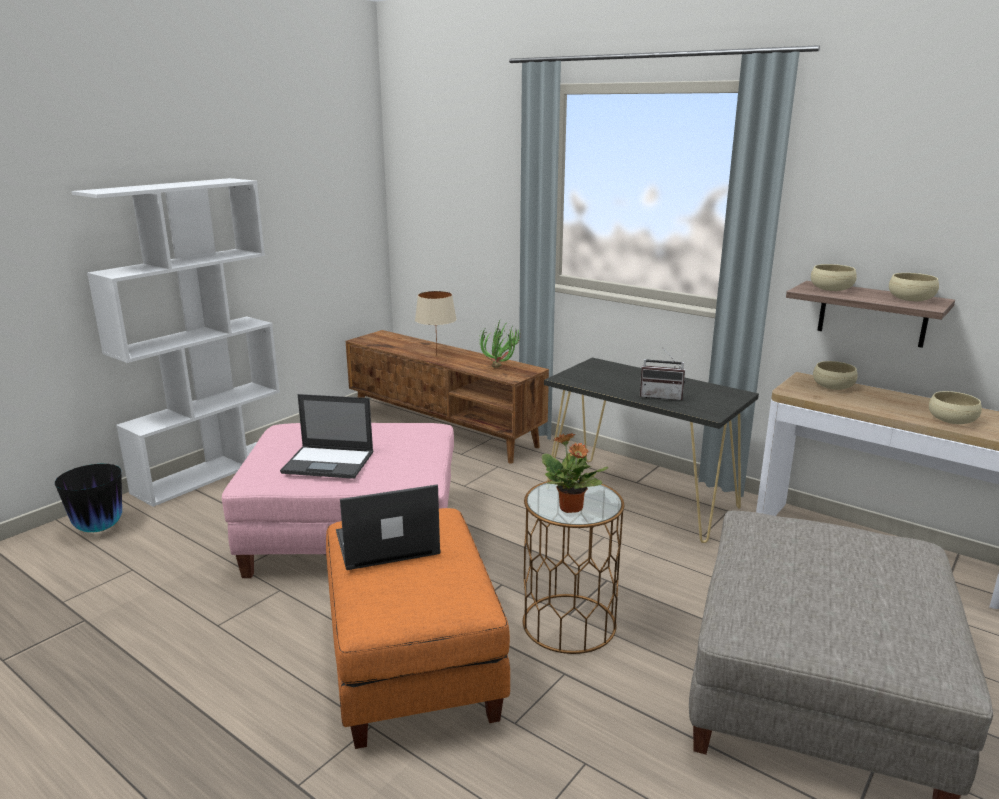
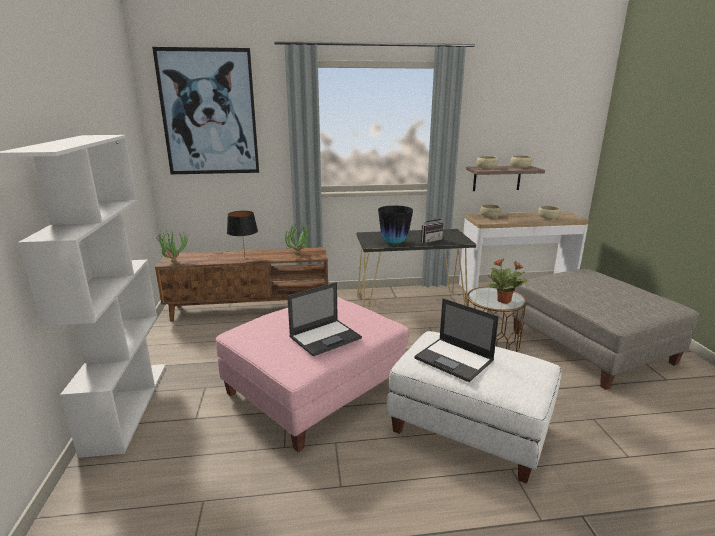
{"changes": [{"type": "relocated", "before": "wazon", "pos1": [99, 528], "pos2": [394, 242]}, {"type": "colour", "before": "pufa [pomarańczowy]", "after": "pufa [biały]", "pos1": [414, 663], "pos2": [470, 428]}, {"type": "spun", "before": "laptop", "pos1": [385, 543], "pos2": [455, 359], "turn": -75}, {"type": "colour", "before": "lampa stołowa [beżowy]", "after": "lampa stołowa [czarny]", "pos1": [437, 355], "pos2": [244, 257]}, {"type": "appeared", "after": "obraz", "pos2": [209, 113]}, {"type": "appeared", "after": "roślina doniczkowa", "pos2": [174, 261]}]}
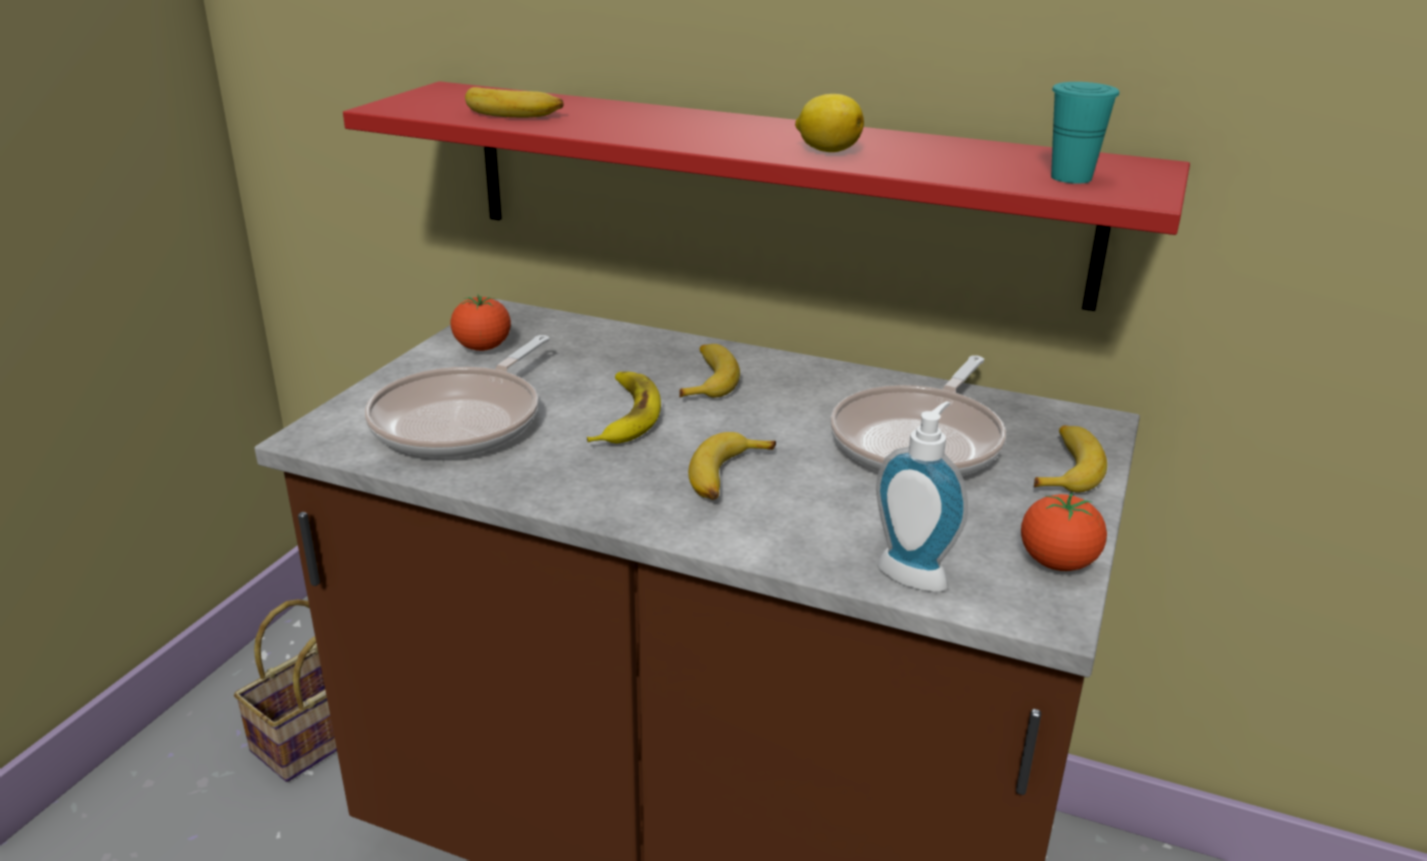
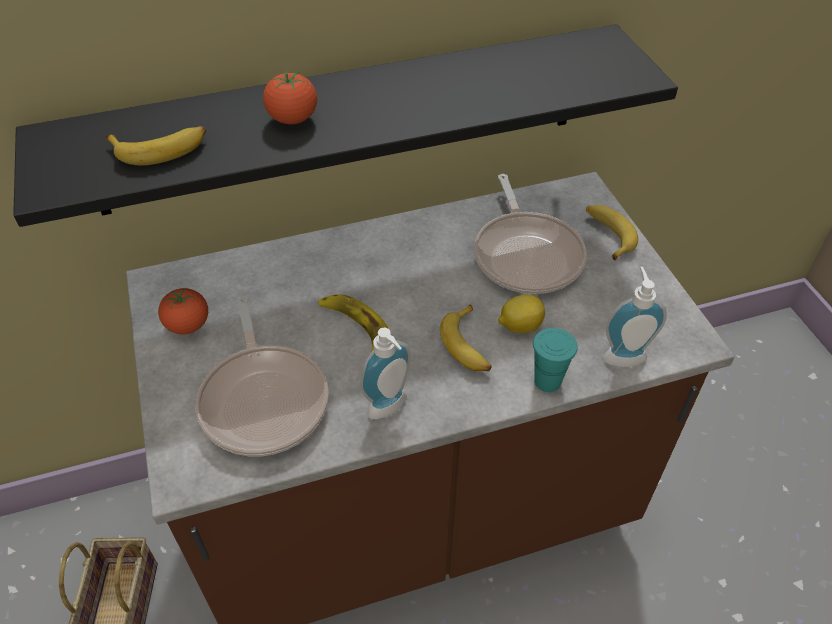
{"changes": [{"type": "colour", "before": "półka [czerwony]", "after": "półka [czarny]", "pos1": [768, 190], "pos2": [344, 120]}, {"type": "missing", "before": "banan", "pos1": [707, 380]}, {"type": "relocated", "before": "cytryna", "pos1": [827, 150], "pos2": [519, 326]}, {"type": "relocated", "before": "pomidor", "pos1": [1057, 563], "pos2": [293, 119]}, {"type": "relocated", "before": "filiżanka [turkusowy]", "pos1": [1071, 177], "pos2": [547, 381]}, {"type": "appeared", "after": "dozownik mydła", "pos2": [391, 409]}]}
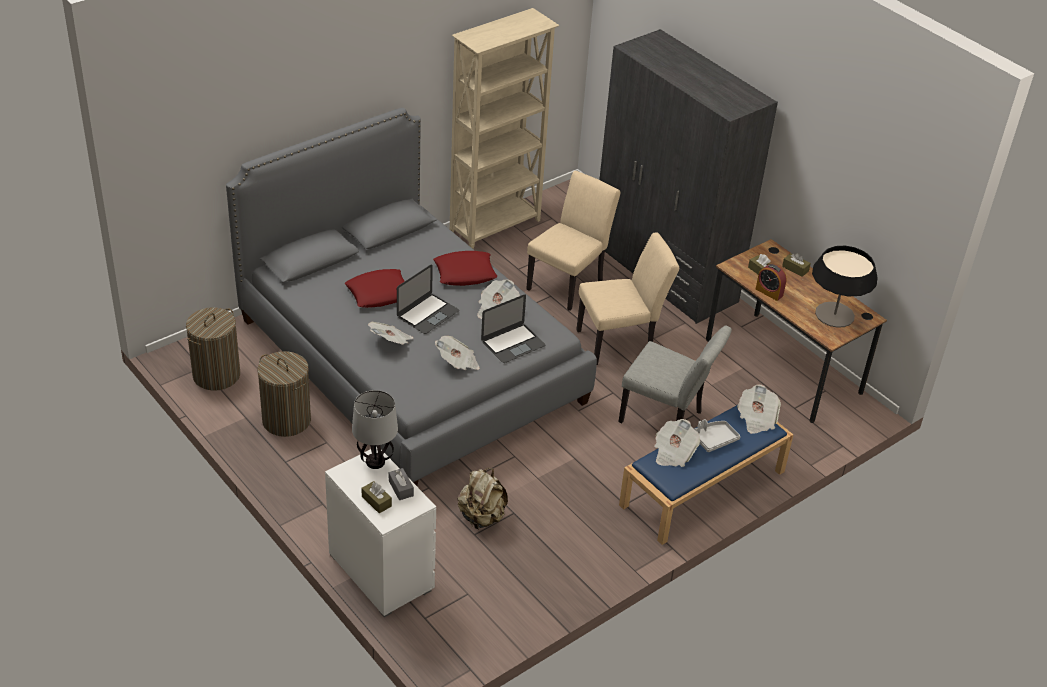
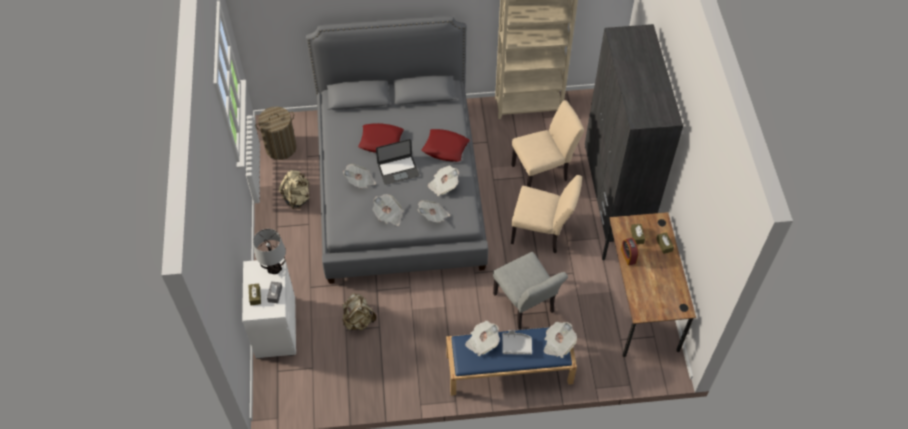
{"changes": [{"type": "exchanged", "before": "kosz na pranie", "after": "plecak [beżowy]", "pos1": [286, 420], "pos2": [297, 198]}, {"type": "exchanged", "before": "laptop", "after": "gazeta", "pos1": [513, 343], "pos2": [433, 216]}, {"type": "missing", "before": "lampa stołowa", "pos1": [834, 315]}]}
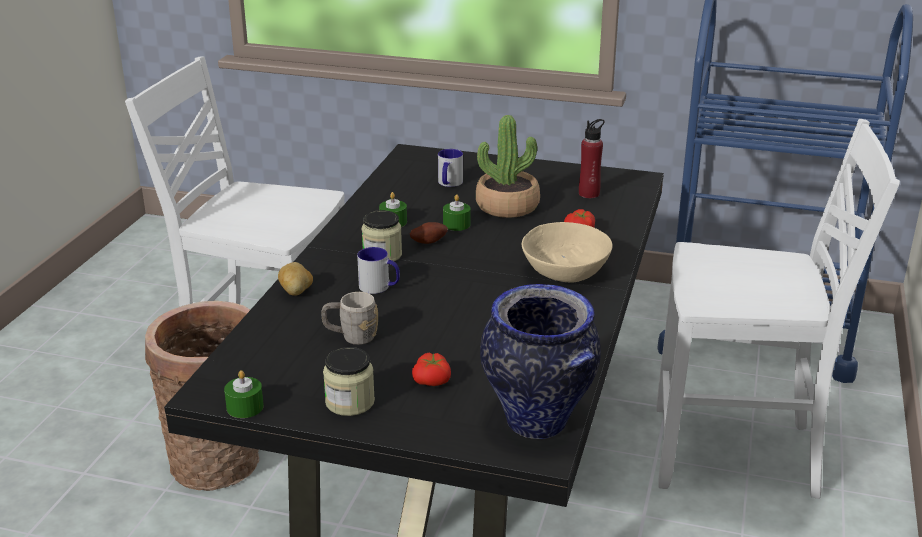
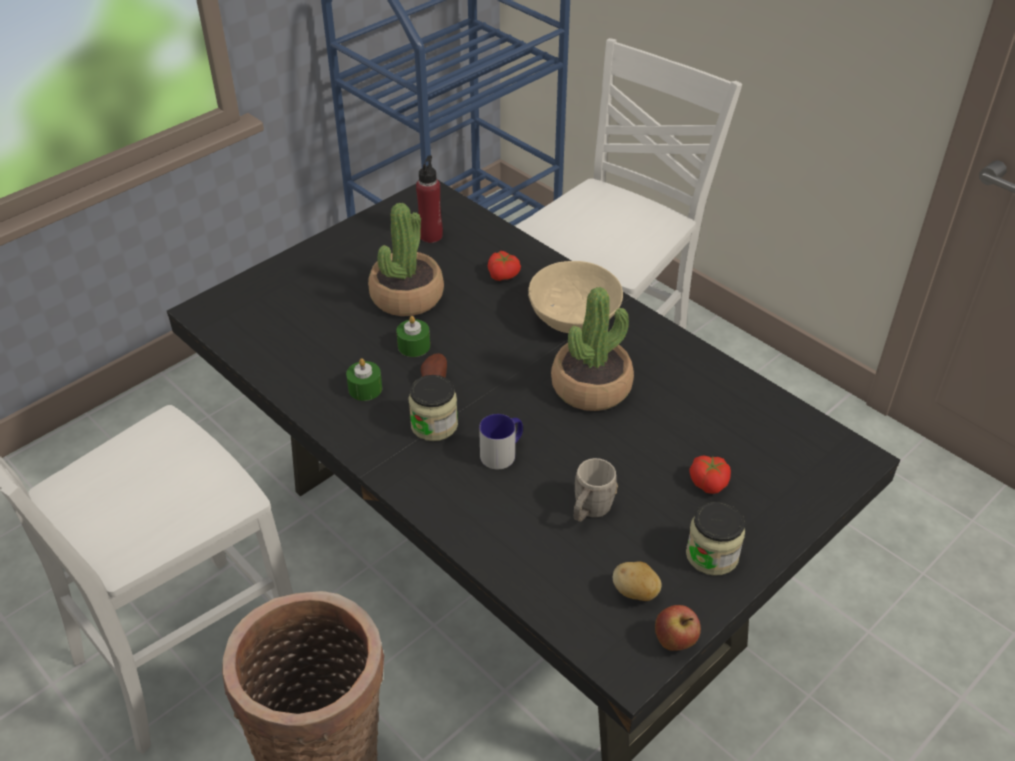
{"changes": [{"type": "exchanged", "before": "świeca [zielony]", "after": "jabłko", "pos1": [245, 407], "pos2": [675, 642]}, {"type": "relocated", "before": "ziemniak", "pos1": [296, 292], "pos2": [635, 593]}, {"type": "missing", "before": "kubek", "pos1": [449, 184]}, {"type": "missing", "before": "wazon", "pos1": [538, 423]}, {"type": "appeared", "after": "roślina doniczkowa", "pos2": [591, 387]}]}
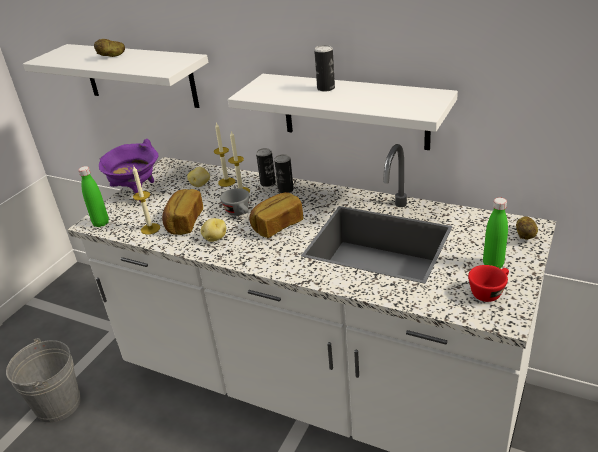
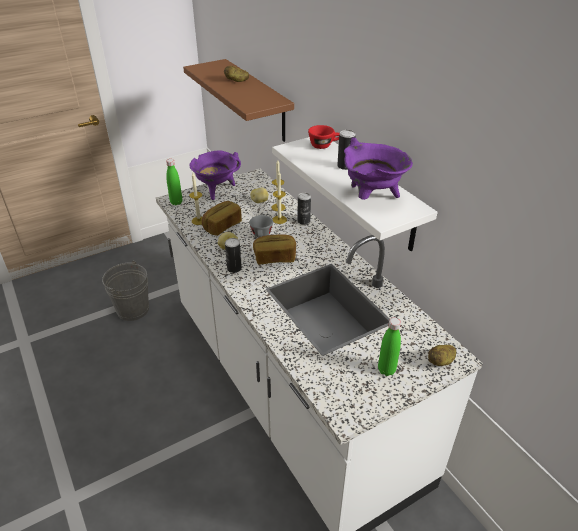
{"changes": [{"type": "colour", "before": "półka [biały]", "after": "półka [brązowy]", "pos1": [139, 75], "pos2": [257, 100]}, {"type": "relocated", "before": "puszka", "pos1": [285, 190], "pos2": [234, 268]}, {"type": "relocated", "before": "filiżanka [czerwony]", "pos1": [489, 292], "pos2": [324, 145]}, {"type": "appeared", "after": "garnek [fioletowy]", "pos2": [371, 198]}]}
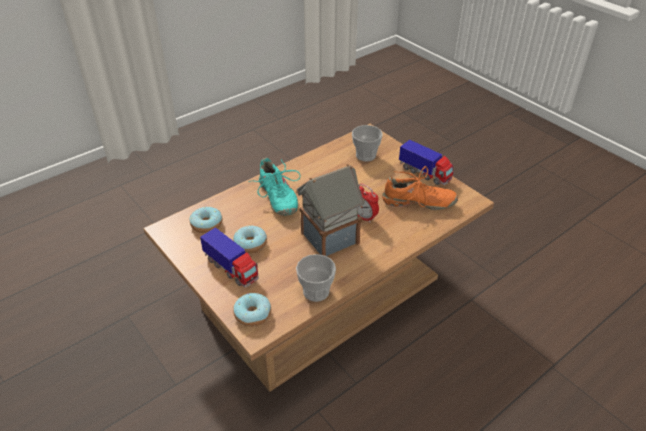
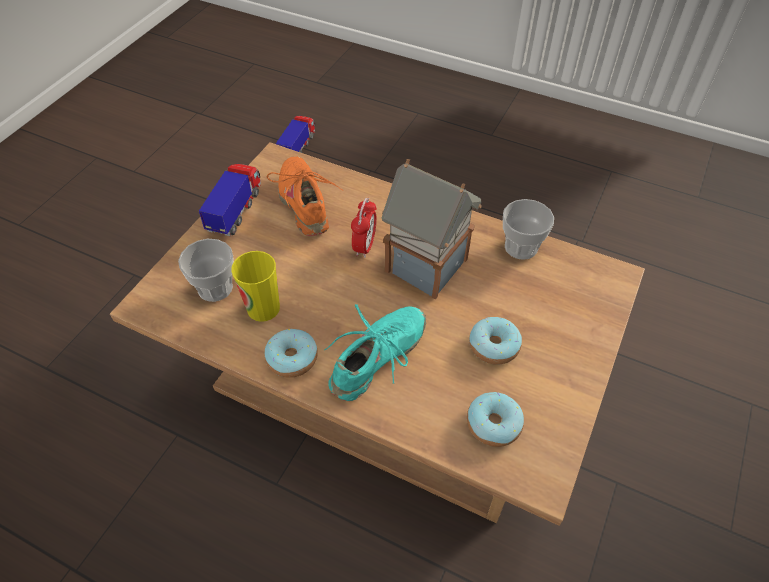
{"changes": [{"type": "relocated", "before": "ciężarówka zabawkowa", "pos1": [231, 269], "pos2": [298, 148]}, {"type": "relocated", "before": "donut", "pos1": [253, 314], "pos2": [292, 358]}, {"type": "appeared", "after": "filiżanka", "pos2": [263, 308]}]}
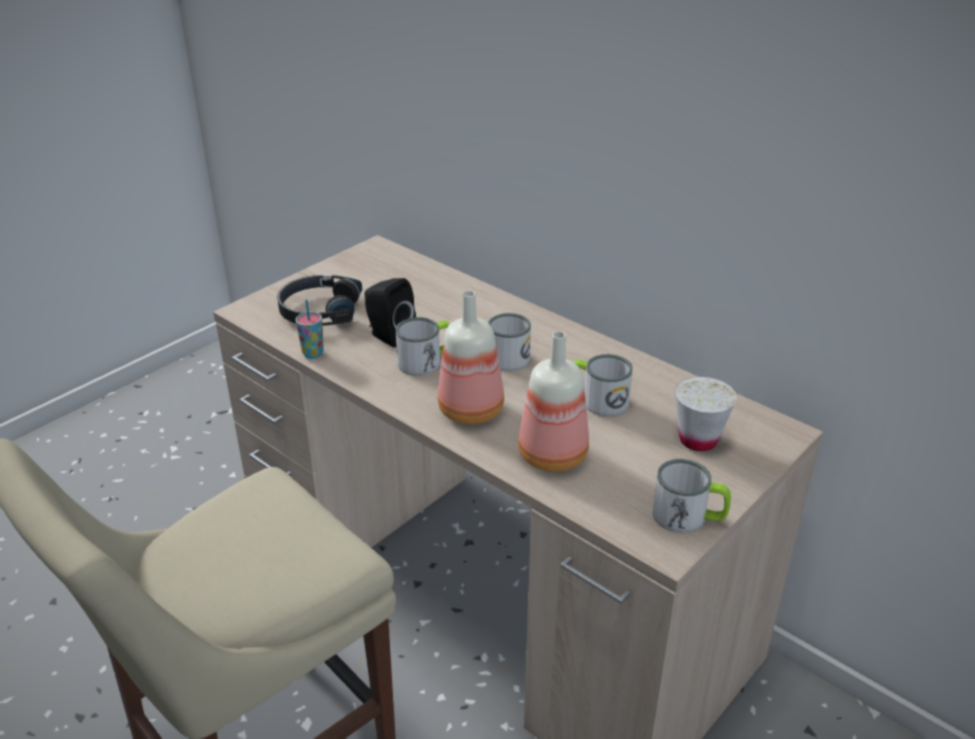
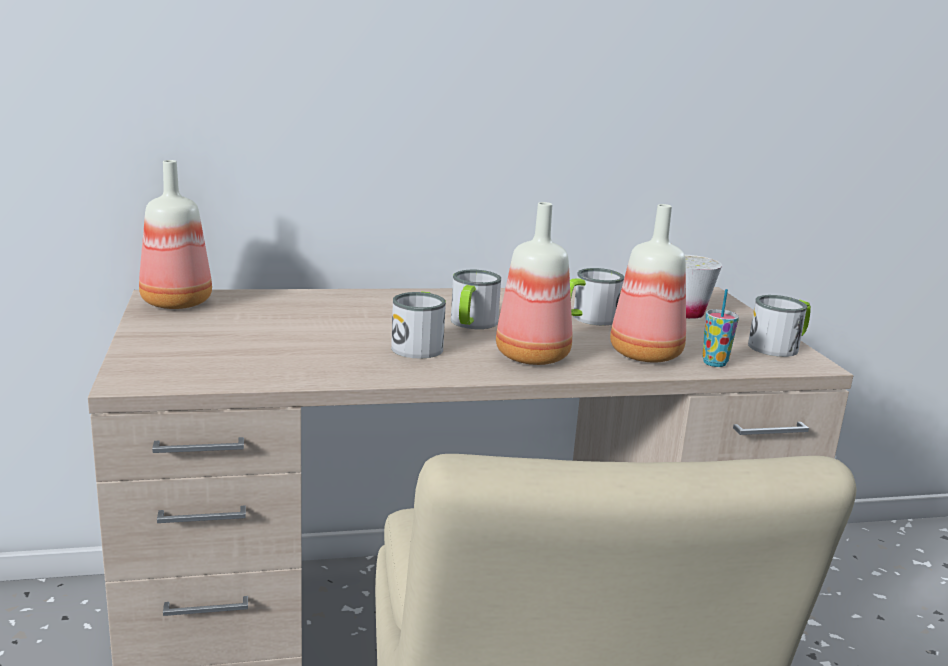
{"changes": [{"type": "missing", "before": "słuchawki [czarny]", "pos1": [319, 311]}, {"type": "relocated", "before": "filiżanka", "pos1": [313, 354], "pos2": [714, 363]}, {"type": "missing", "before": "głośnik [czarny]", "pos1": [388, 336]}, {"type": "appeared", "after": "butelka", "pos2": [174, 302]}]}
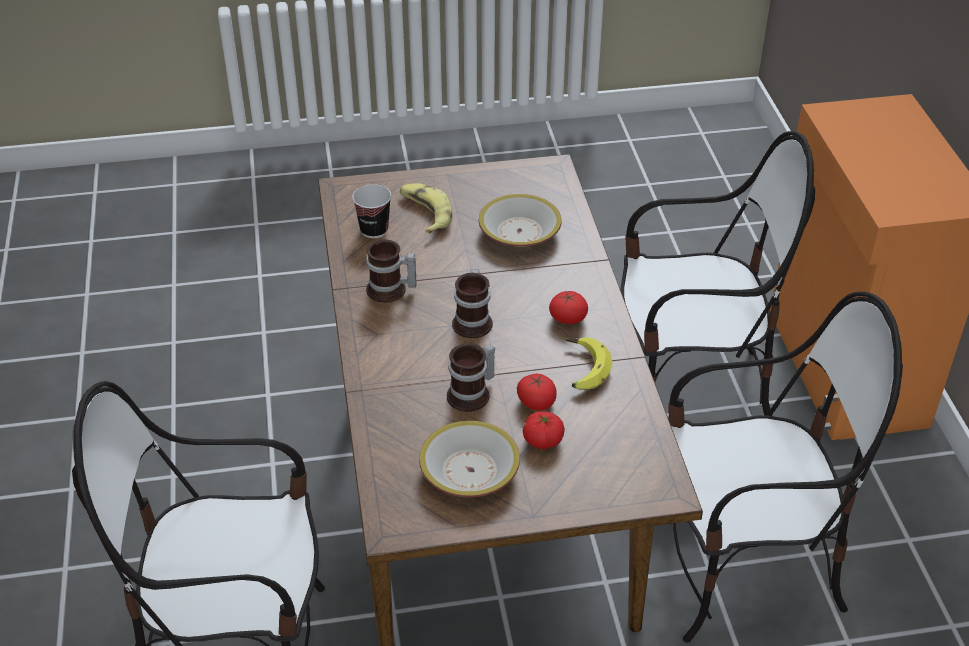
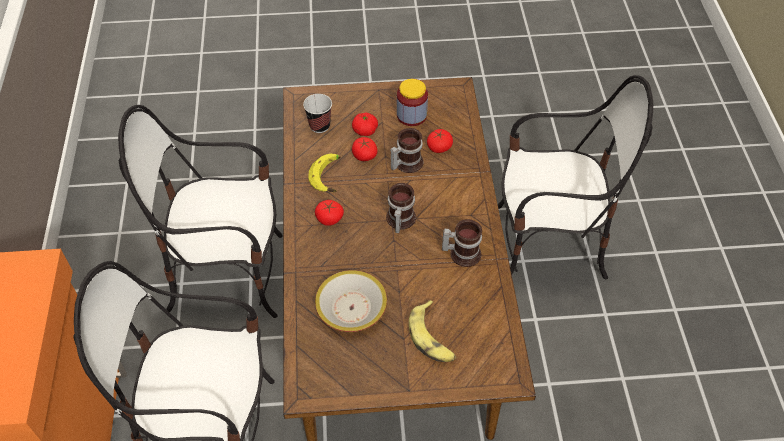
{"changes": [{"type": "relocated", "before": "filiżanka", "pos1": [374, 230], "pos2": [319, 126]}, {"type": "exchanged", "before": "miska", "after": "słoik", "pos1": [470, 471], "pos2": [411, 115]}, {"type": "appeared", "after": "pomidor", "pos2": [439, 147]}]}
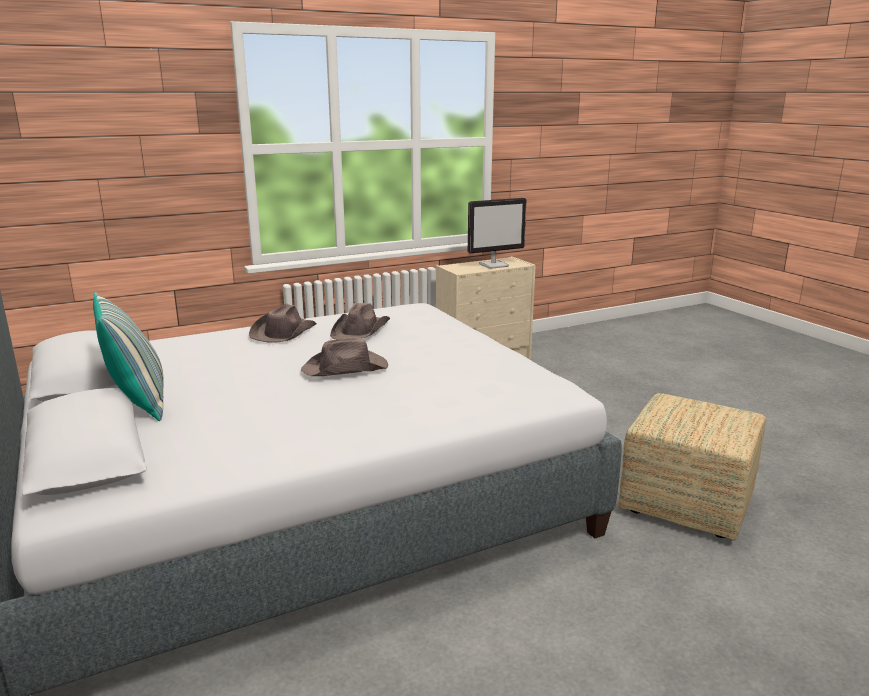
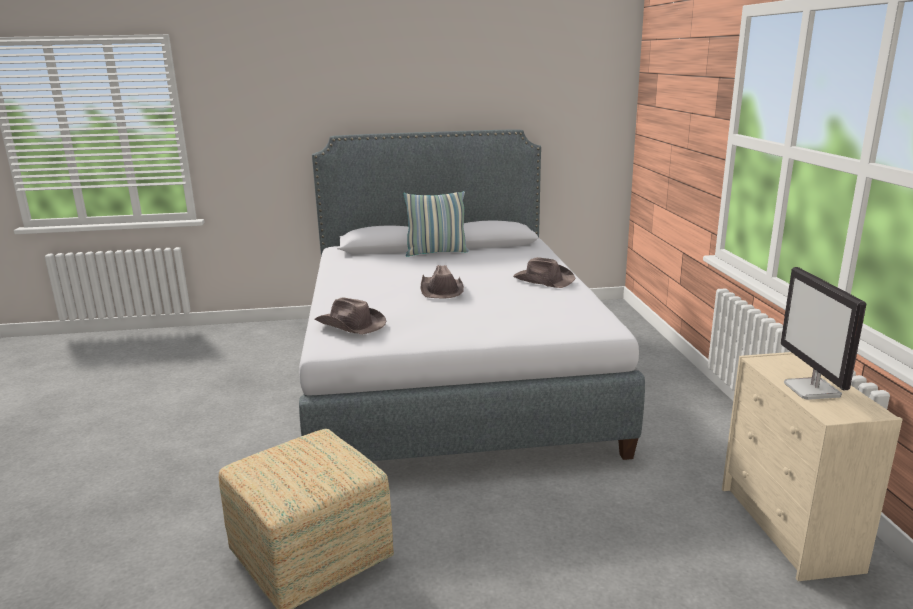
{"changes": [{"type": "relocated", "before": "kapelusz [brązowy]", "pos1": [361, 330], "pos2": [350, 325]}]}
